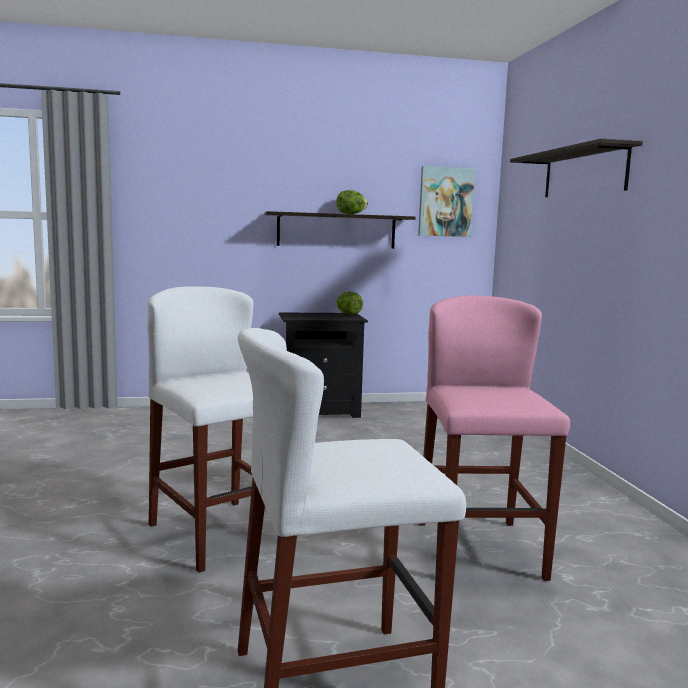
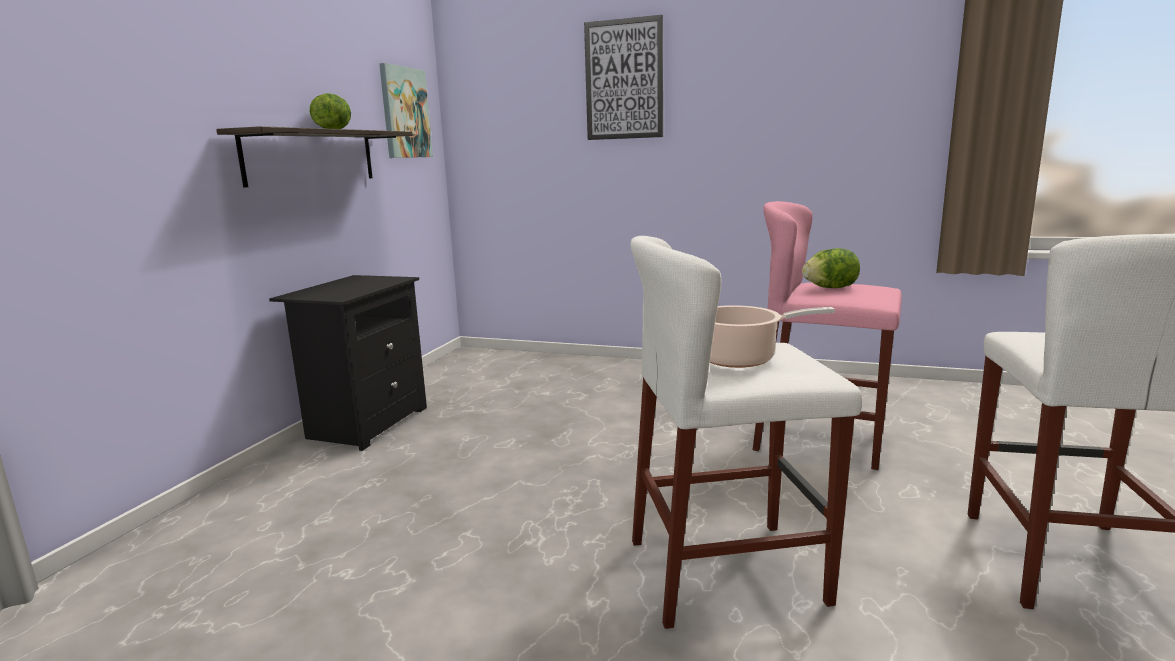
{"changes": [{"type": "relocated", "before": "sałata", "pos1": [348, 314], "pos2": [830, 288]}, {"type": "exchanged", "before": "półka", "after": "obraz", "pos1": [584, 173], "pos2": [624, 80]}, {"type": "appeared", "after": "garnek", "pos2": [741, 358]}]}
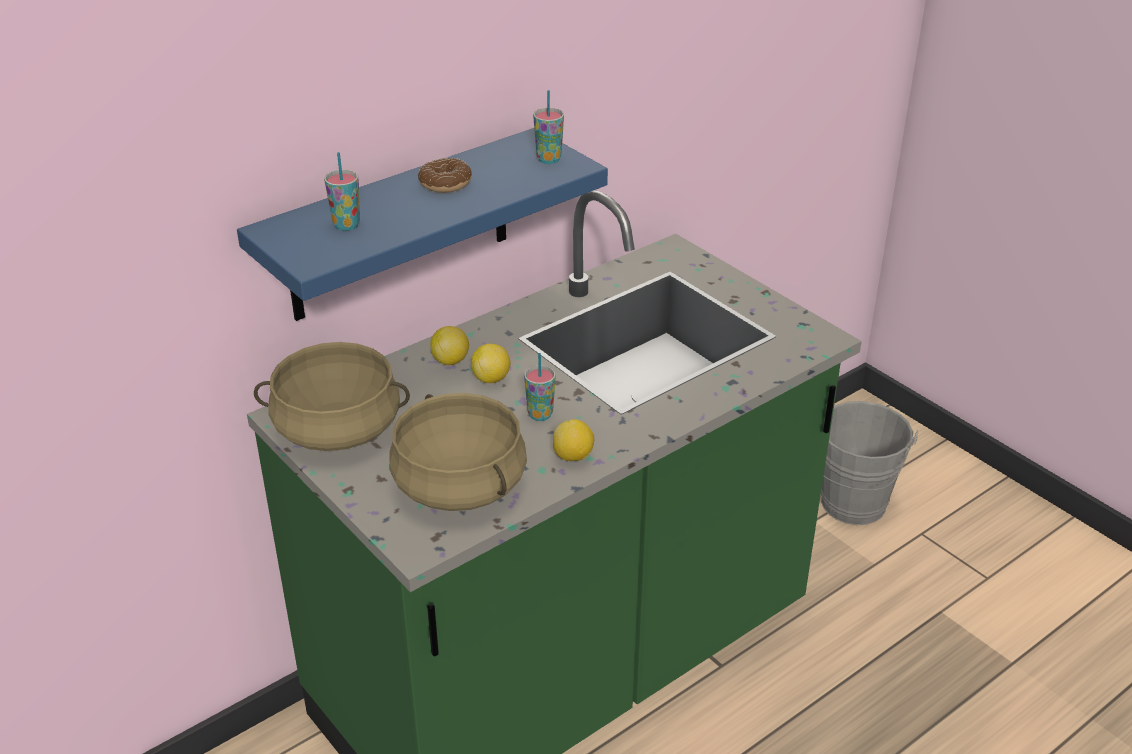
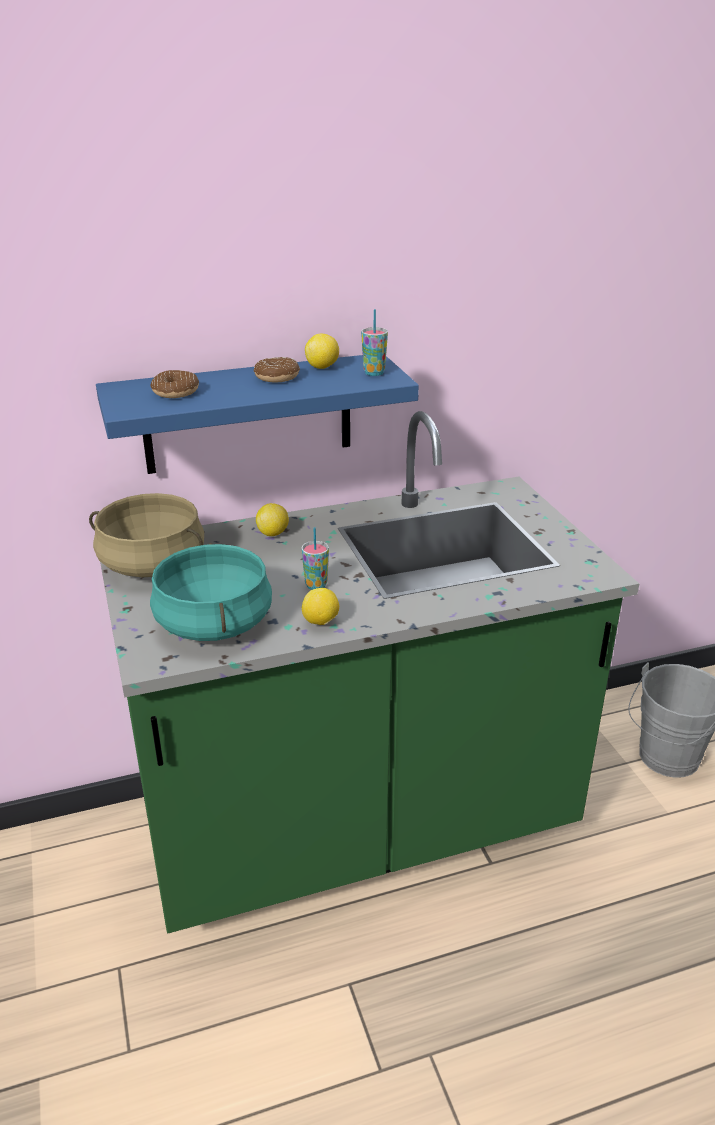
{"changes": [{"type": "exchanged", "before": "filiżanka", "after": "donut", "pos1": [346, 225], "pos2": [175, 392]}, {"type": "colour", "before": "garnek [beżowy]", "after": "garnek [turkusowy]", "pos1": [461, 485], "pos2": [215, 623]}, {"type": "relocated", "before": "cytryna", "pos1": [491, 378], "pos2": [322, 367]}]}
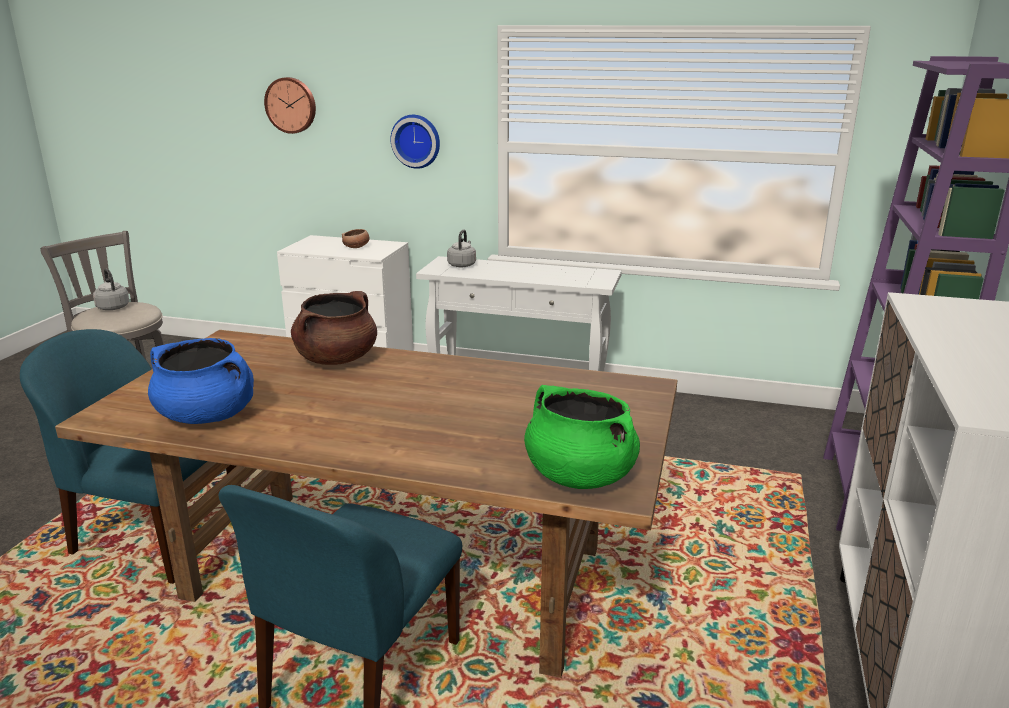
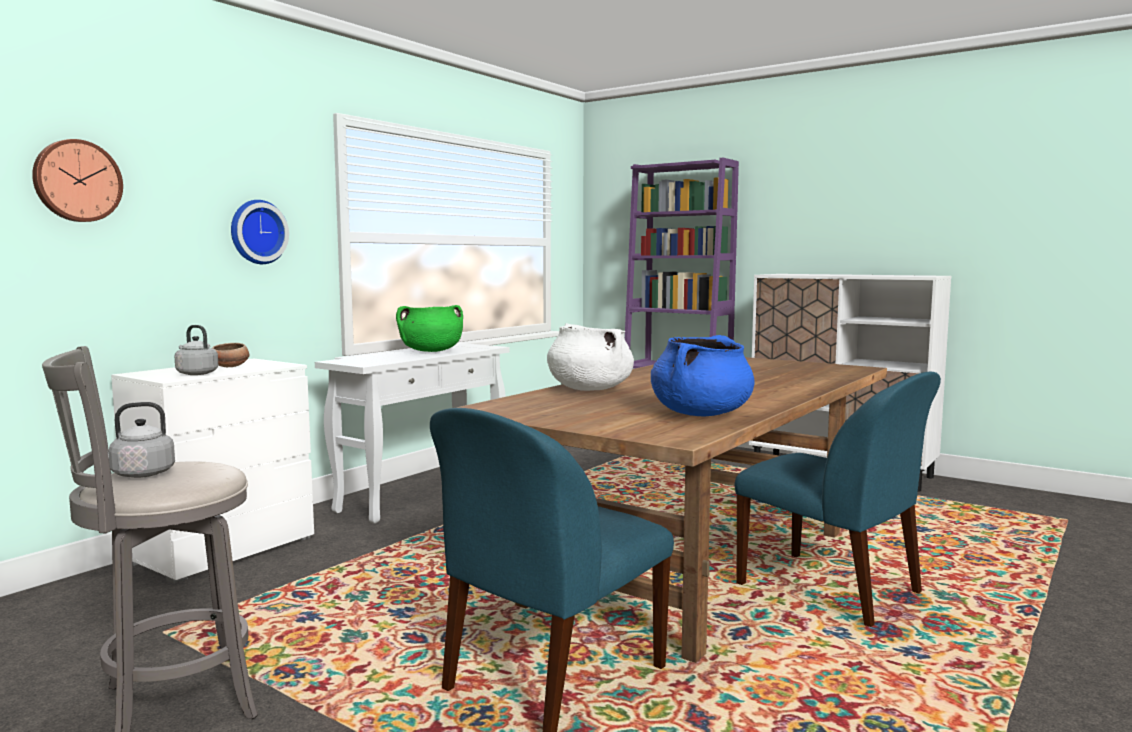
{"changes": [{"type": "colour", "before": "garnek [brązowy]", "after": "garnek [biały]", "pos1": [337, 359], "pos2": [589, 389]}, {"type": "relocated", "before": "czajnik [szary]", "pos1": [462, 265], "pos2": [196, 373]}, {"type": "relocated", "before": "garnek [zielony]", "pos1": [579, 475], "pos2": [431, 351]}]}
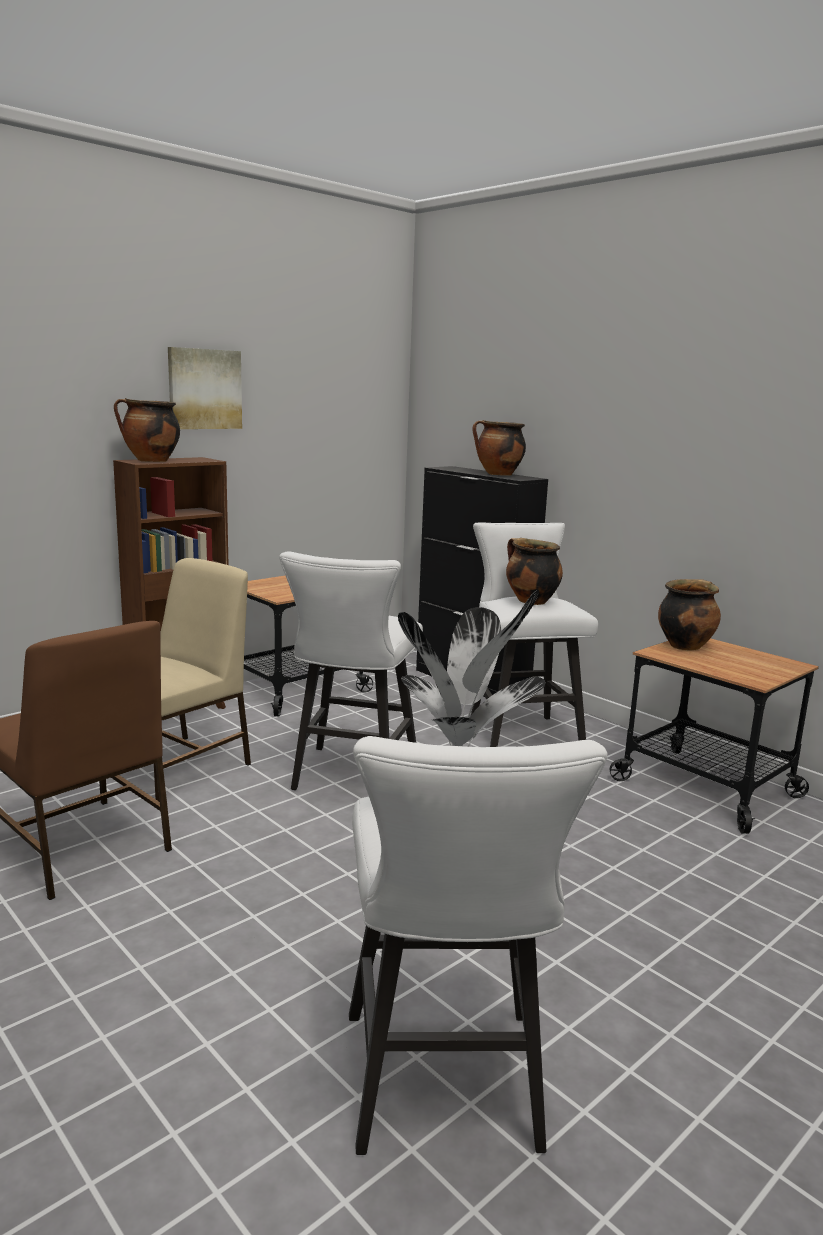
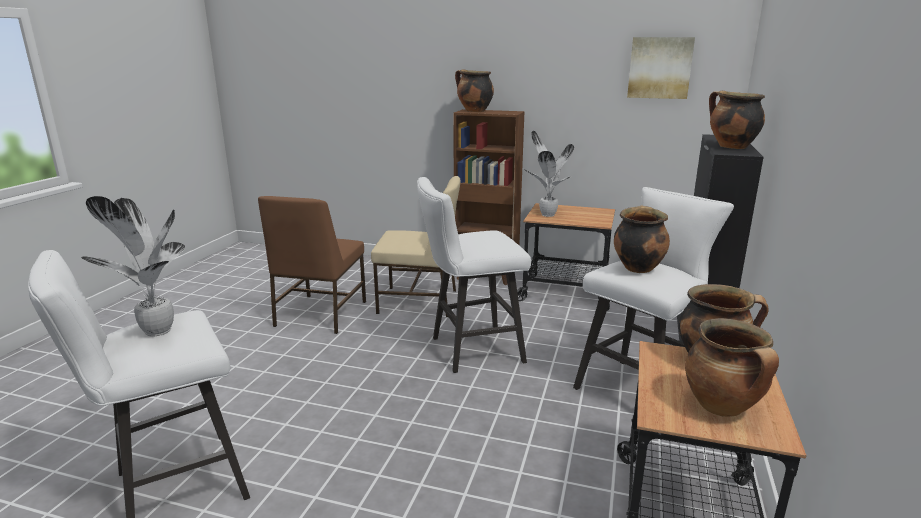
{"changes": [{"type": "relocated", "before": "obraz", "pos1": [204, 389], "pos2": [660, 68]}, {"type": "appeared", "after": "roślina doniczkowa", "pos2": [546, 214]}, {"type": "appeared", "after": "garnek", "pos2": [723, 407]}]}
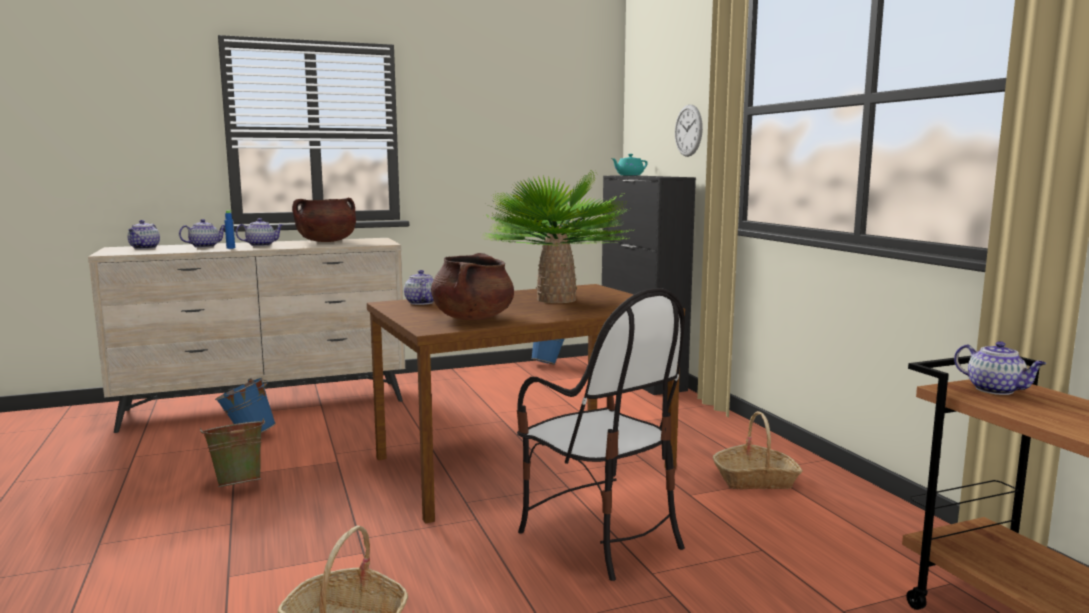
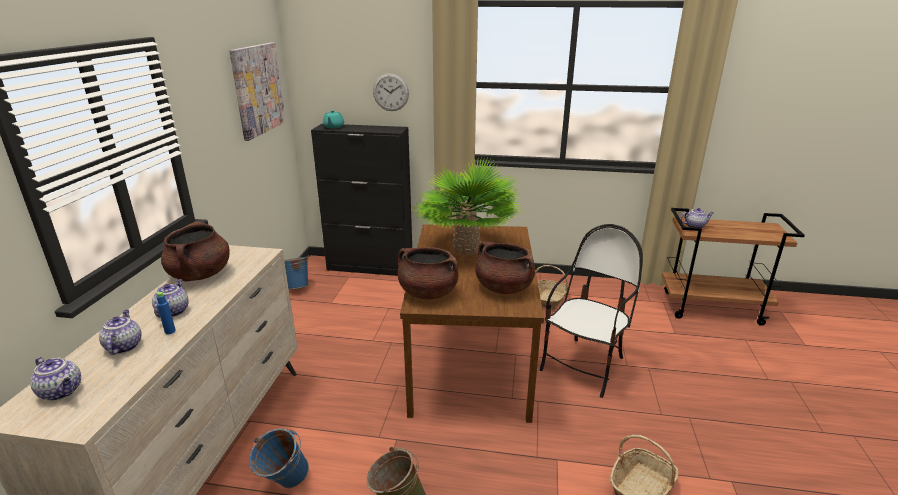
{"changes": [{"type": "exchanged", "before": "imbryk", "after": "garnek [brązowy]", "pos1": [421, 302], "pos2": [427, 293]}, {"type": "spun", "before": "krzesło", "pos1": [600, 537], "pos2": [584, 366], "turn": -45}, {"type": "appeared", "after": "obraz", "pos2": [257, 89]}]}
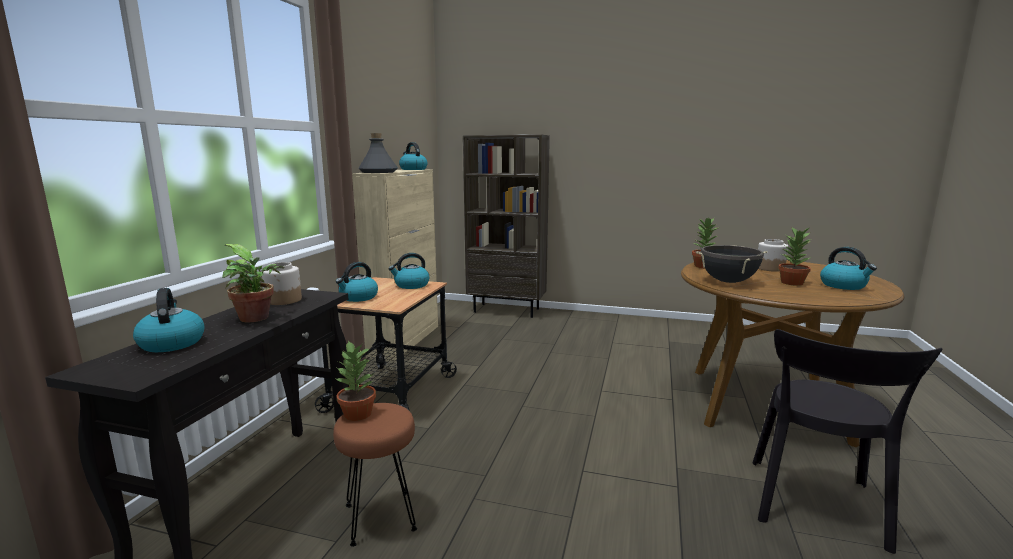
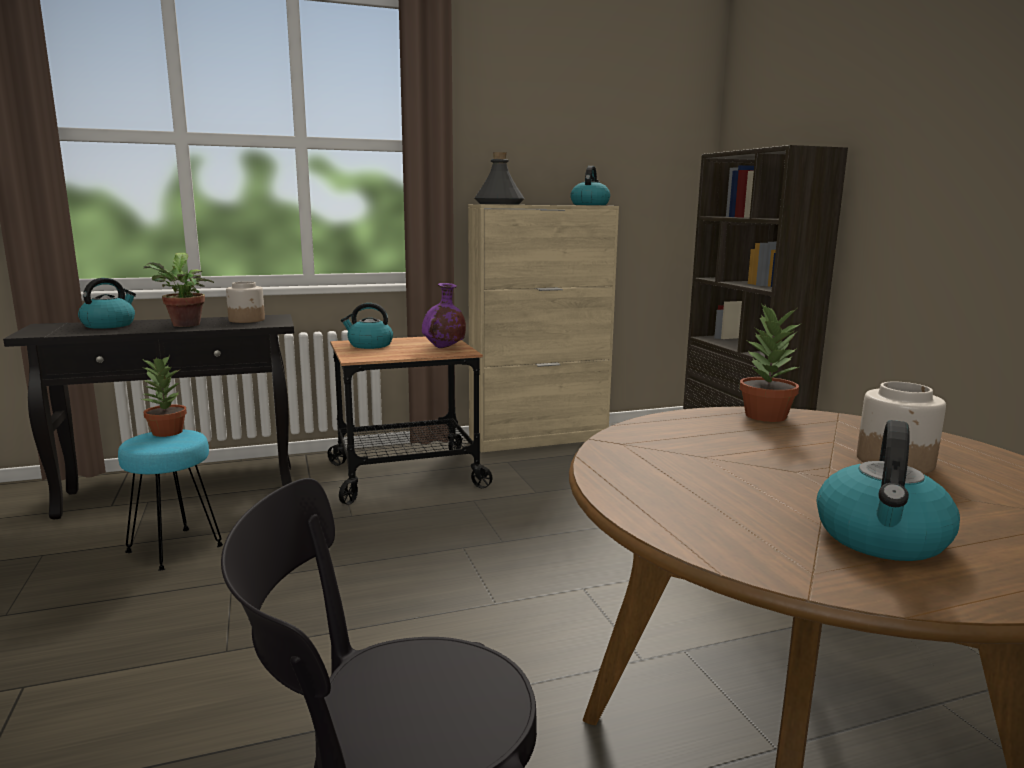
{"changes": [{"type": "colour", "before": "stołek [brązowy]", "after": "stołek [turkusowy]", "pos1": [381, 516], "pos2": [176, 548]}, {"type": "exchanged", "before": "czajnik", "after": "wazon [fioletowy]", "pos1": [411, 285], "pos2": [443, 348]}, {"type": "missing", "before": "garnek [czarny]", "pos1": [728, 281]}, {"type": "missing", "before": "roślina doniczkowa", "pos1": [792, 283]}]}
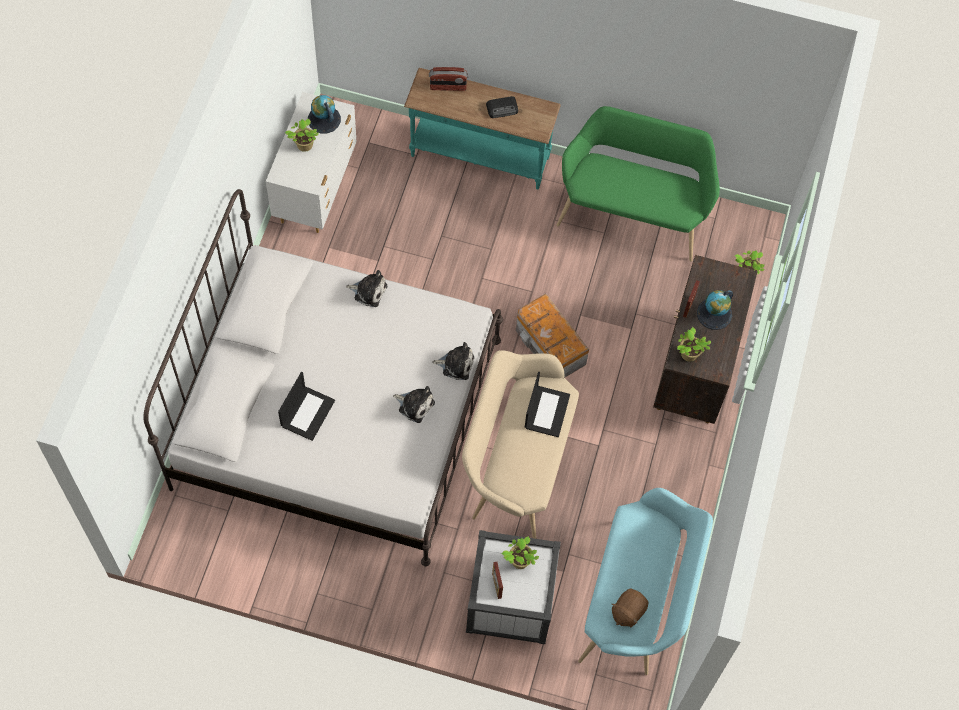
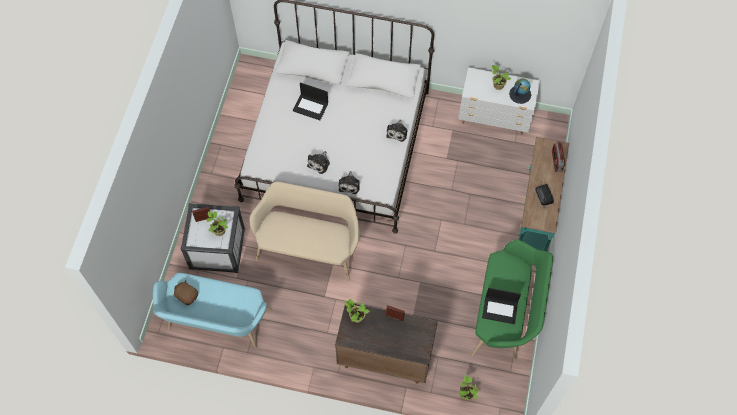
{"changes": [{"type": "missing", "before": "pojemnik do przechowywania", "pos1": [550, 347]}, {"type": "relocated", "before": "laptop", "pos1": [546, 410], "pos2": [500, 309]}, {"type": "missing", "before": "globus", "pos1": [714, 314]}]}
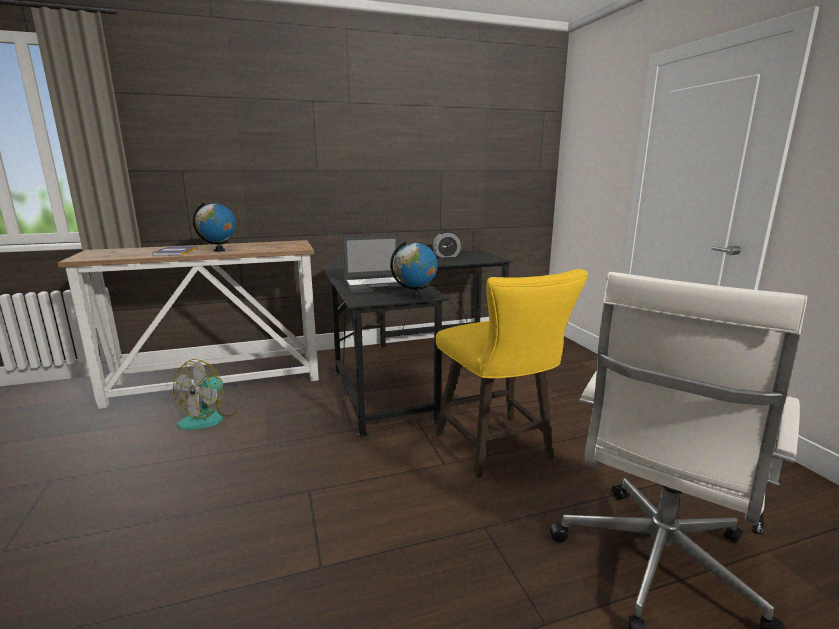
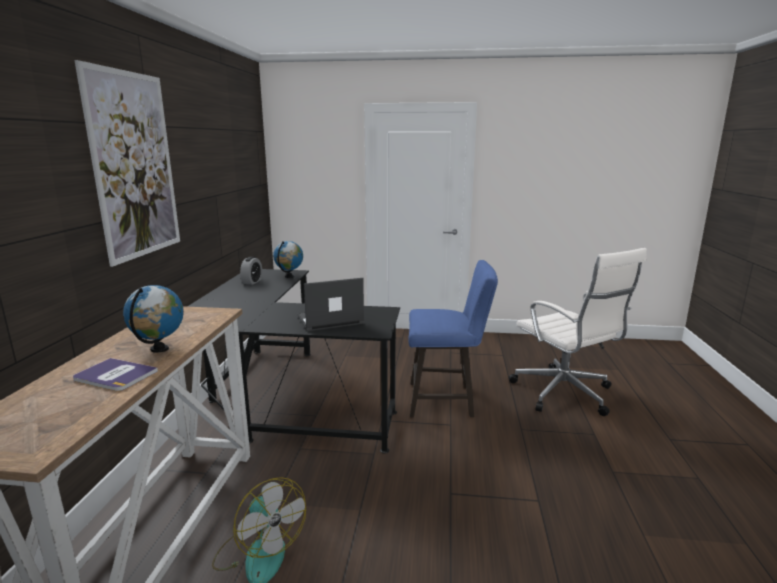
{"changes": [{"type": "spun", "before": "laptop", "pos1": [377, 285], "pos2": [329, 320], "turn": -120}, {"type": "relocated", "before": "globus", "pos1": [415, 296], "pos2": [289, 276]}, {"type": "colour", "before": "stołek [żółty]", "after": "stołek [niebieski]", "pos1": [498, 449], "pos2": [446, 400]}, {"type": "appeared", "after": "obraz", "pos2": [135, 166]}]}
